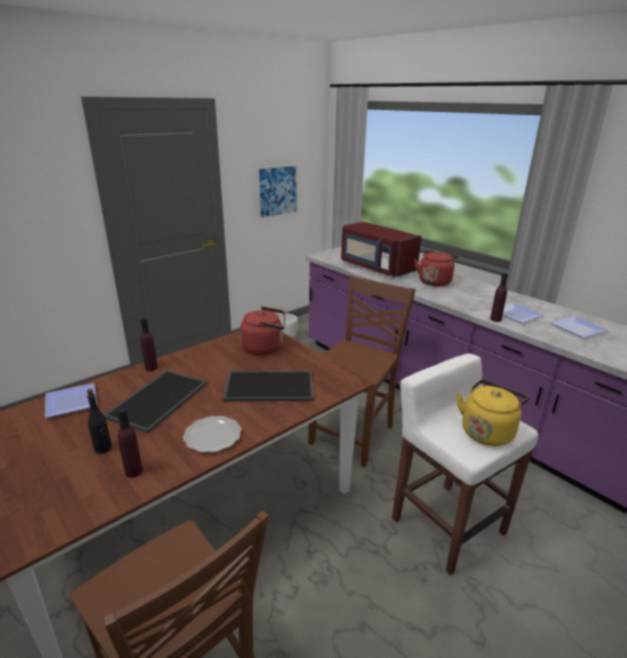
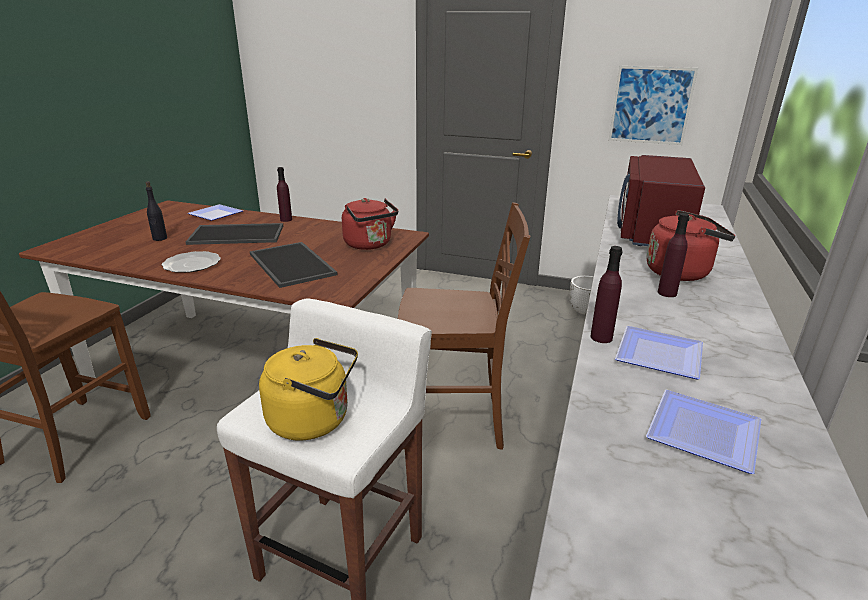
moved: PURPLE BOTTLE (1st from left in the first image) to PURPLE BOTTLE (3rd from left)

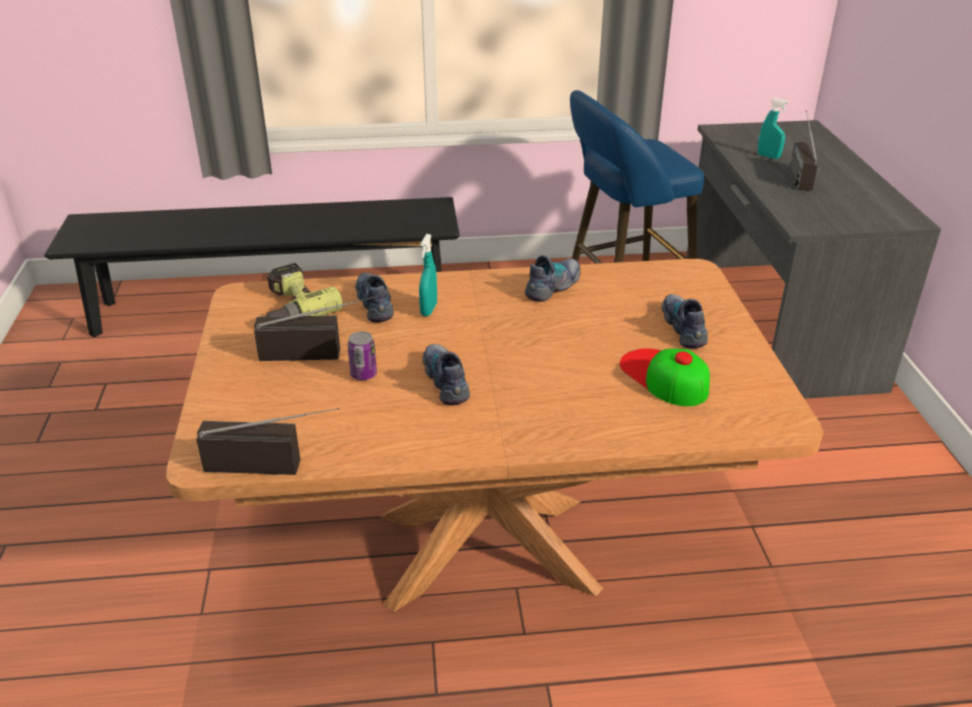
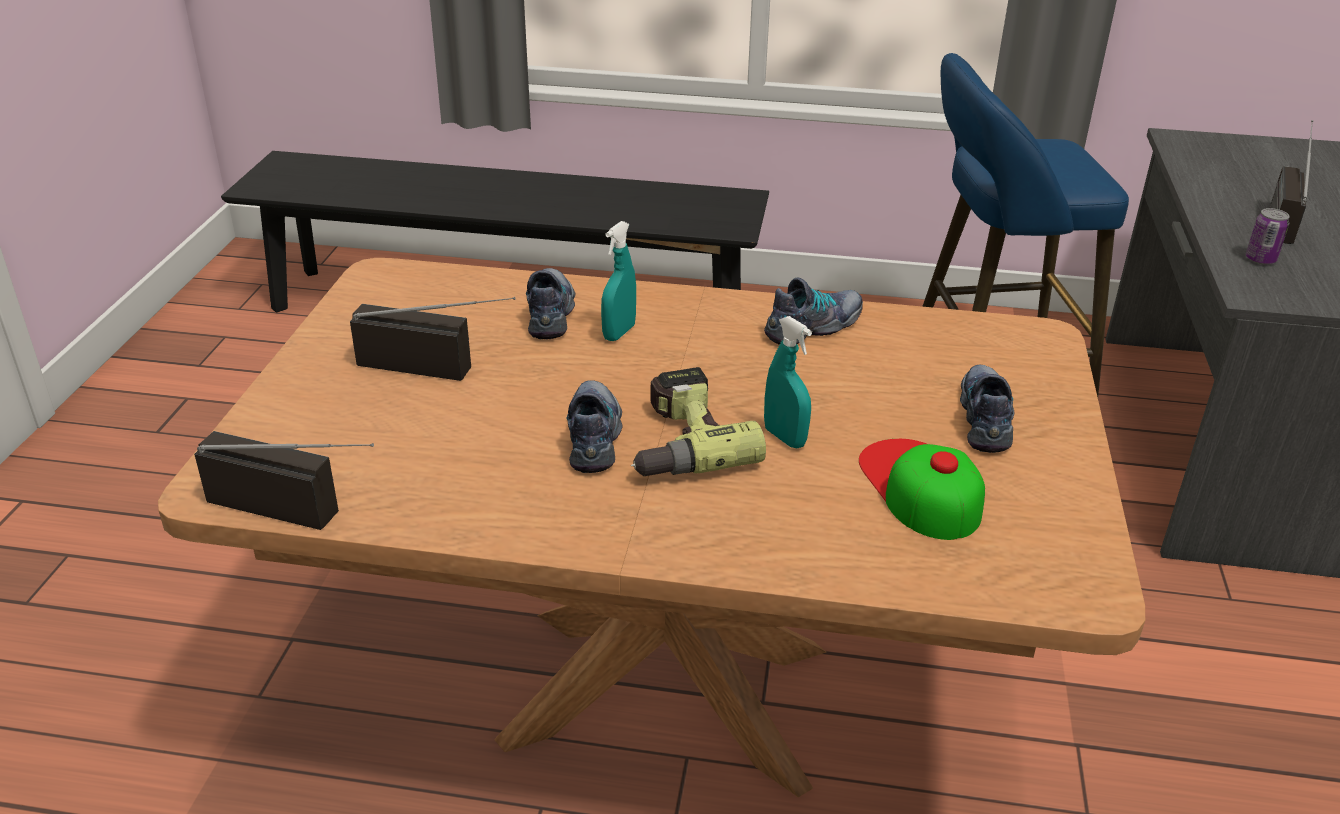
moved: TURQUOISE SPRAY BOTTLE (2nd from left); POWER DRILL; CAN

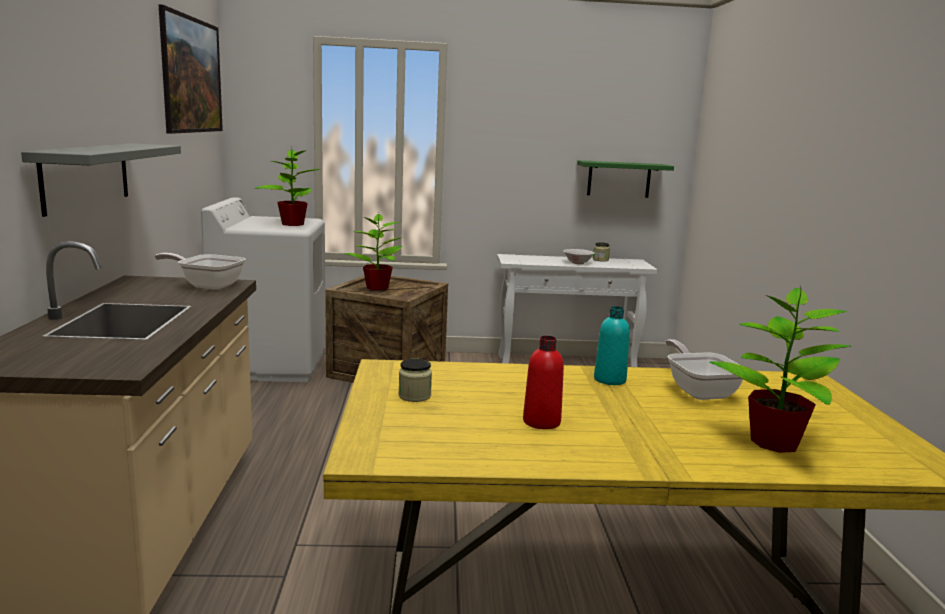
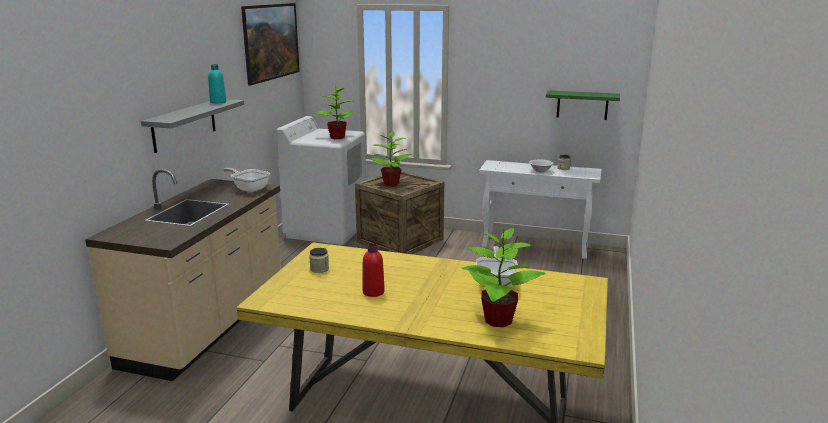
moved: TURQUOISE BOTTLE

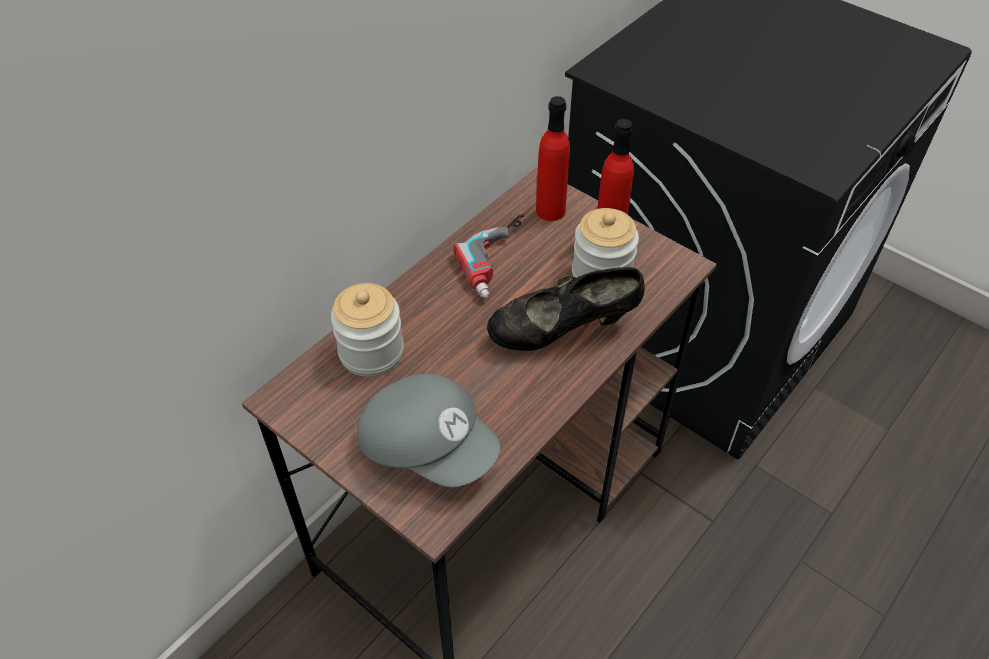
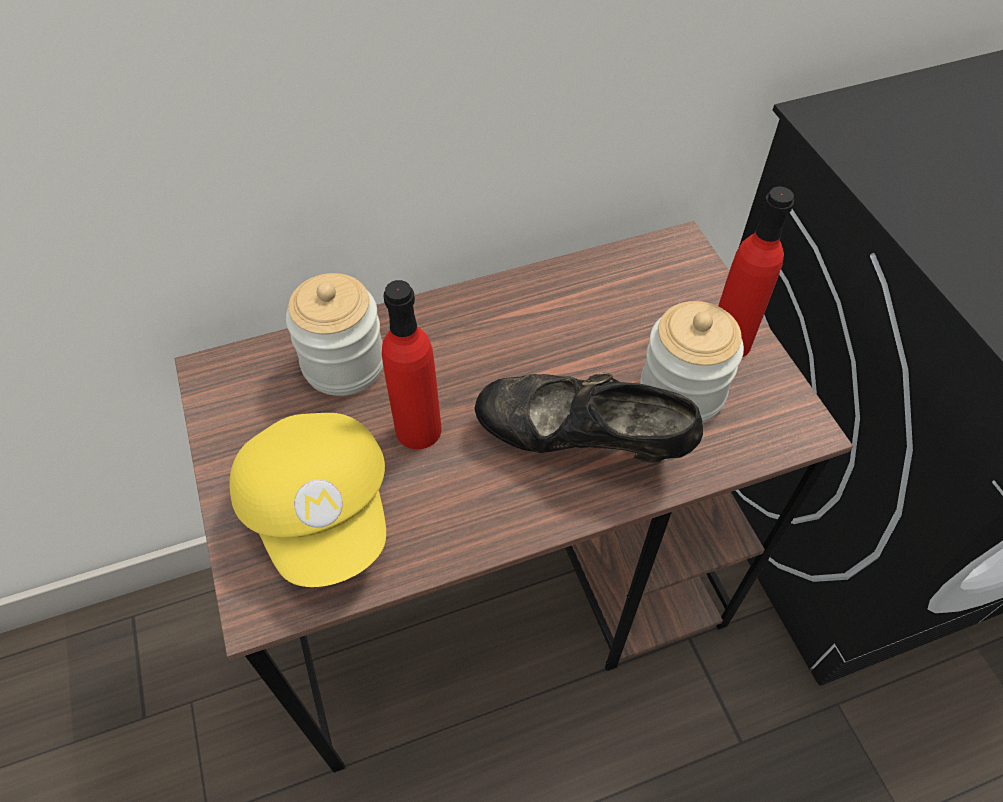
removed: POWER DRILL
moved: RED BOTTLE (1st from left)
recoloured: GREY CAP to YELLOW CAP

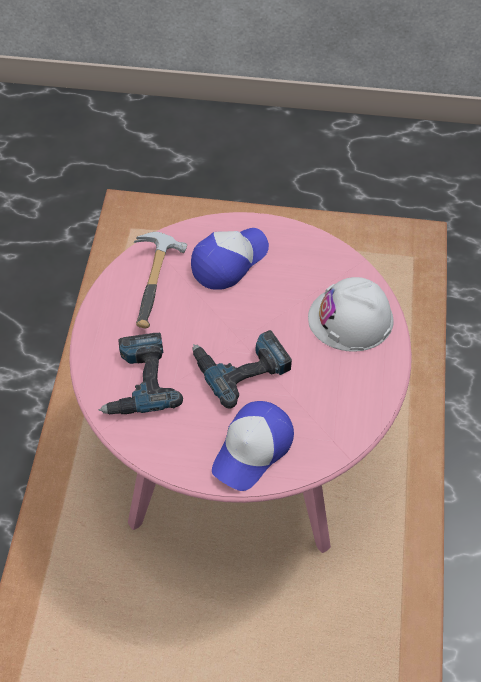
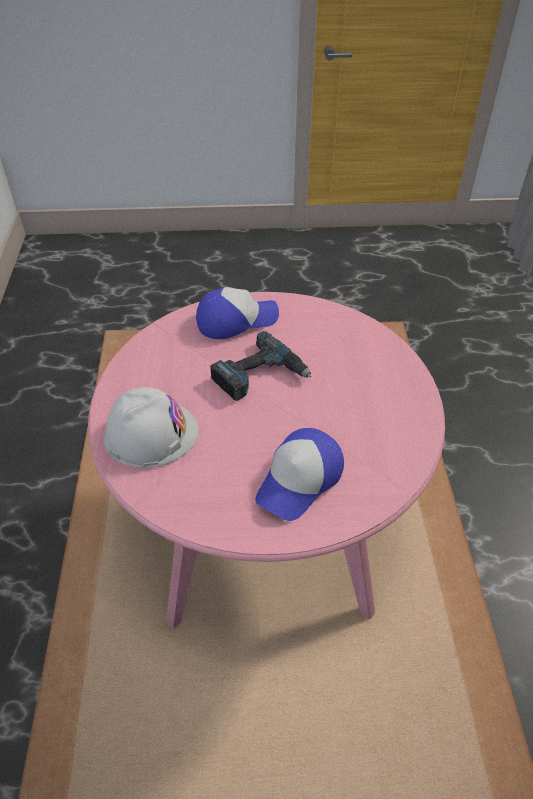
removed: HAMMER; POWER DRILL (1st from left)
turned: CAP (2nd from left in the first image) 45 degrees clockwise

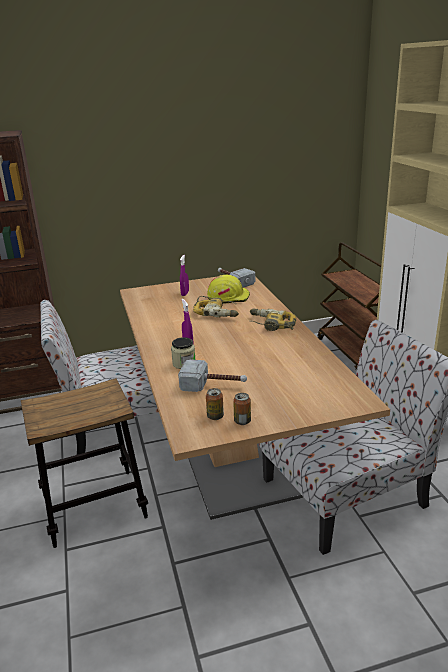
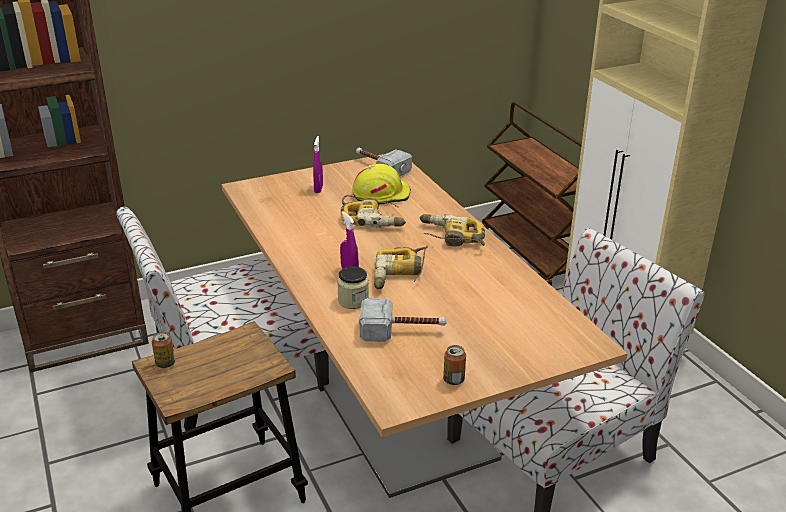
added: POWER DRILL (2nd from left)
moved: CAN (1st from left)

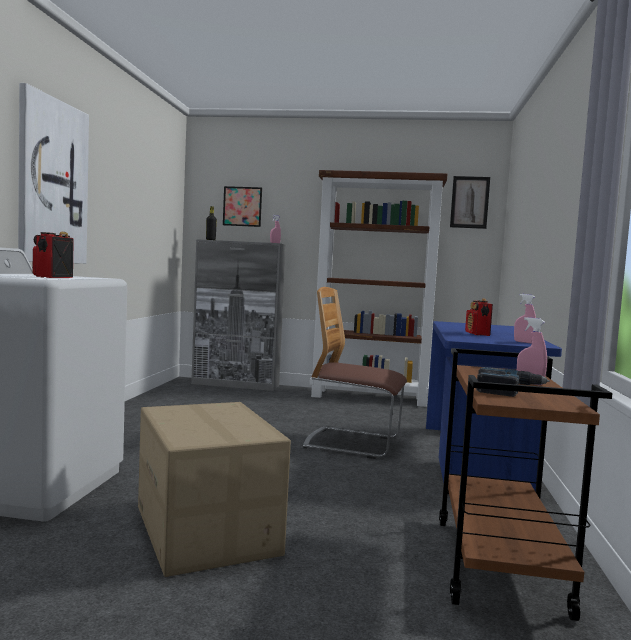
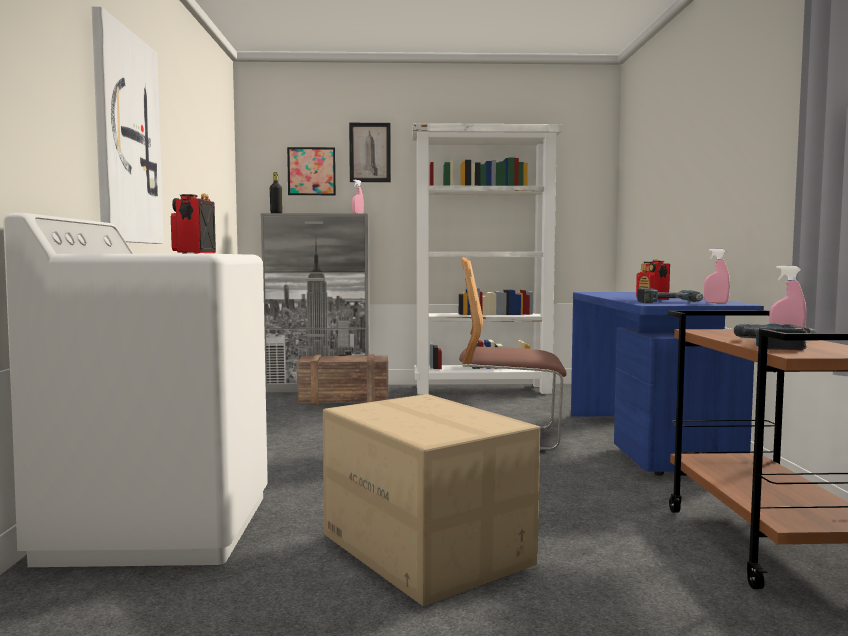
added: POWER DRILL (1st from left); CRATE
moved: PICTURE (3rd from left)
recoloured: BROWN BOOKCASE to WHITE BOOKCASE

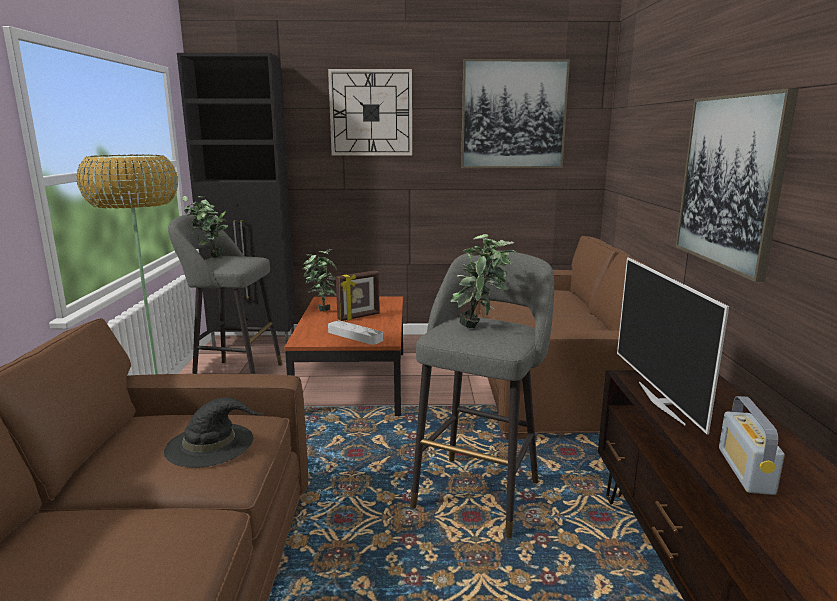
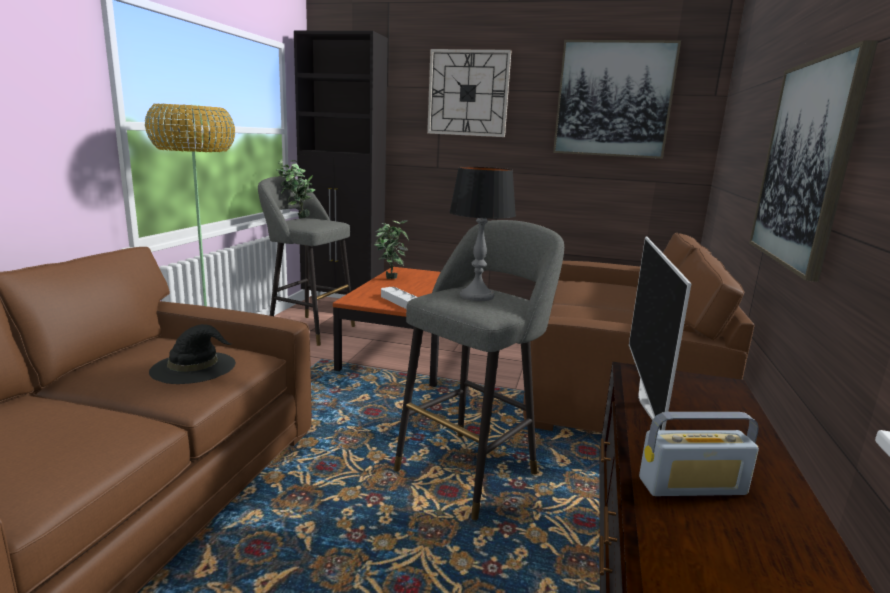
removed: PICTURE FRAME
replaced: POTTED PLANT (3rd from left) to TABLE LAMP
turned: RADIO 120 degrees counterclockwise

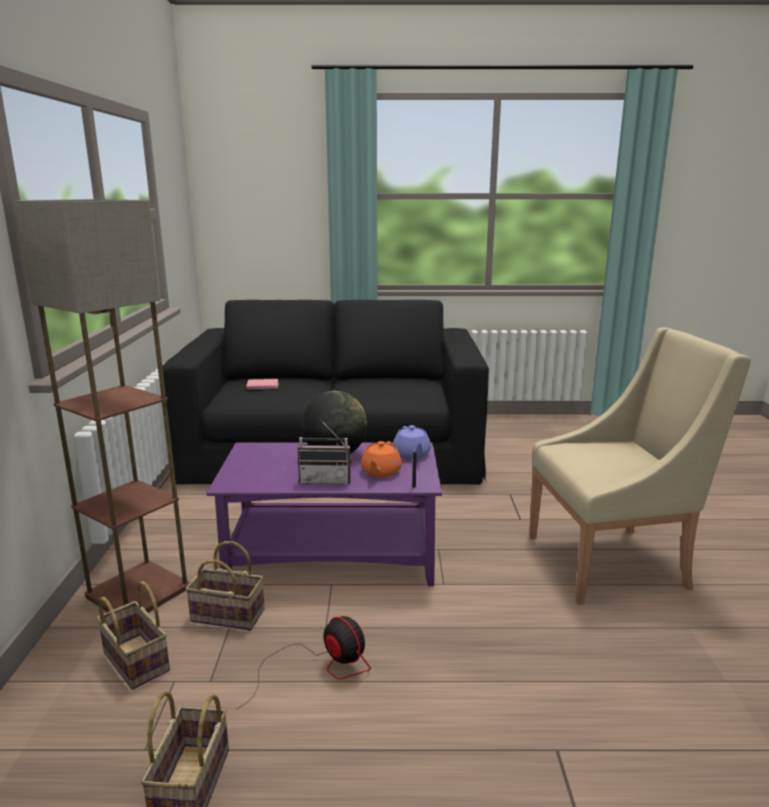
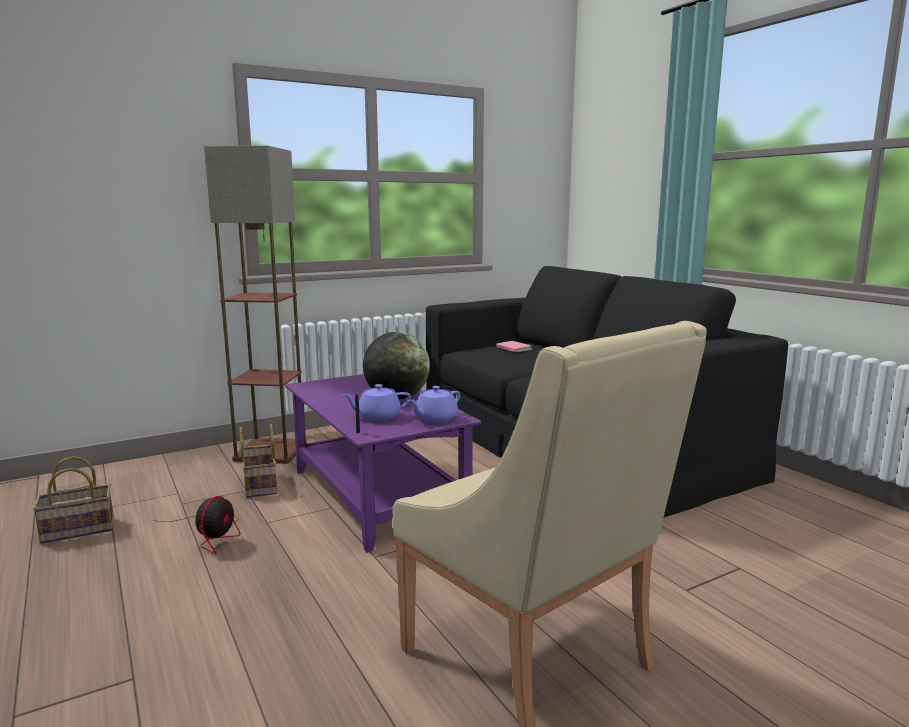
removed: RADIO; BASKET (1st from left)
recoloured: ORANGE TEAPOT to PURPLE TEAPOT (1st from left)

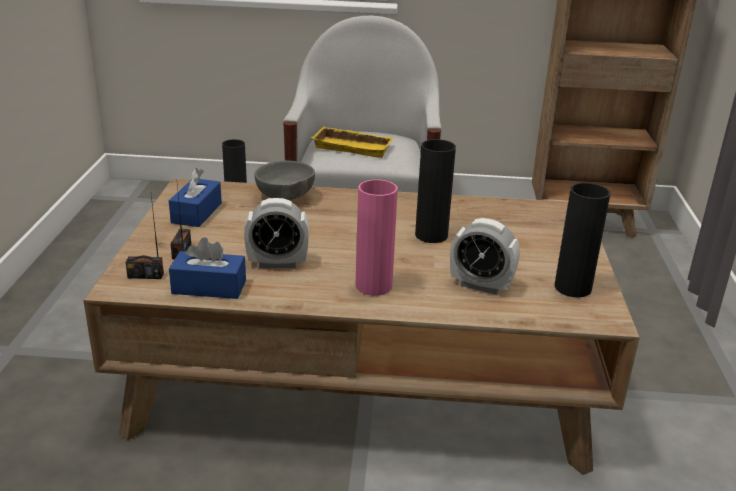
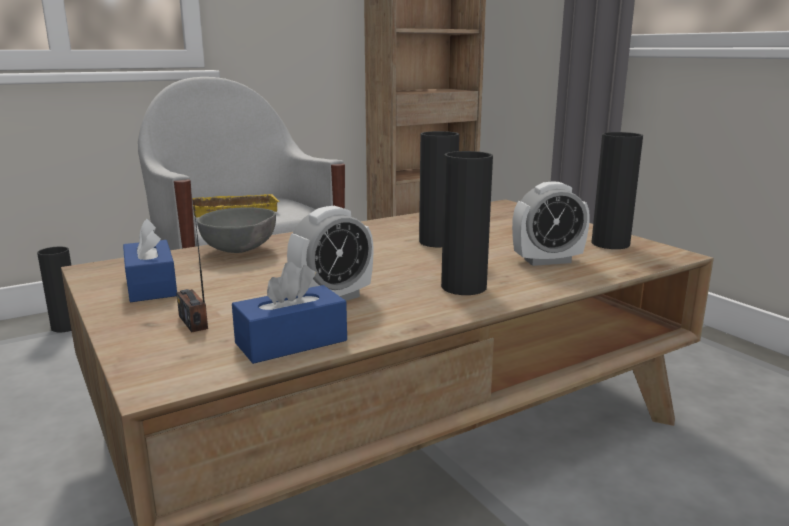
removed: RADIO (1st from left)
recoloured: PINK VASE to BLACK VASE (3rd from left)

